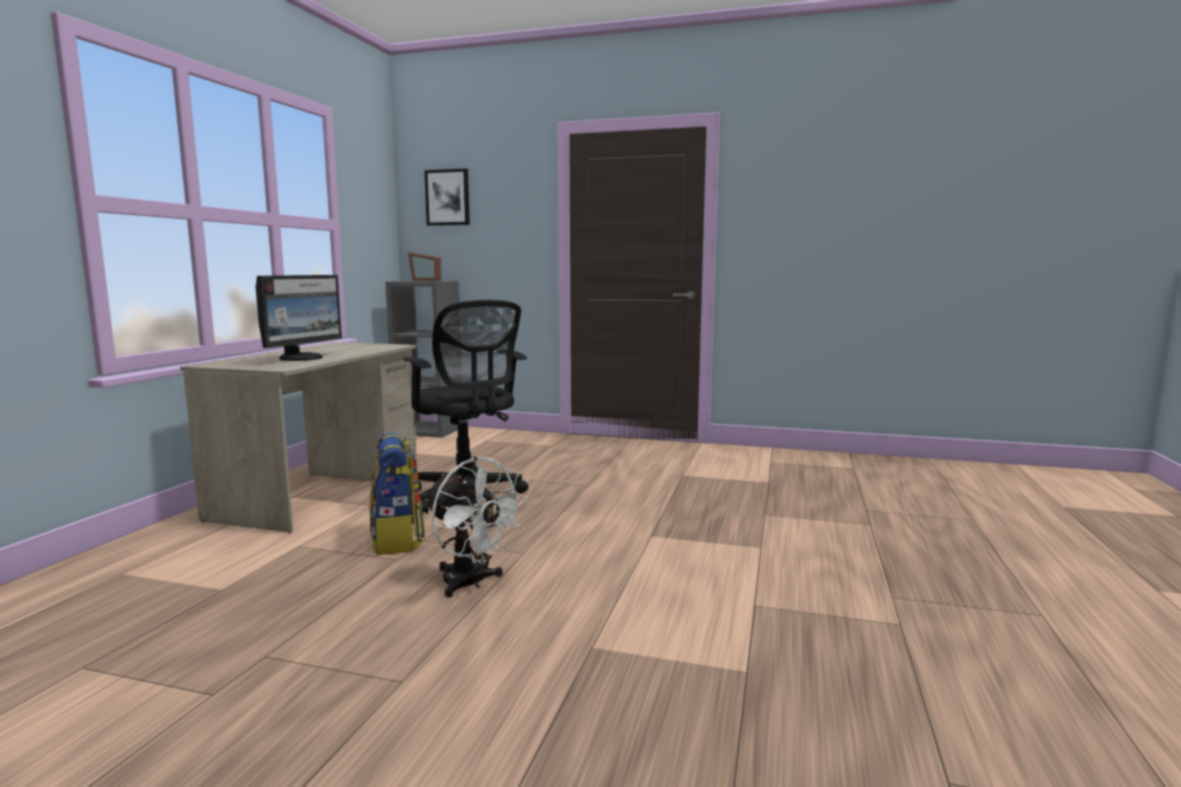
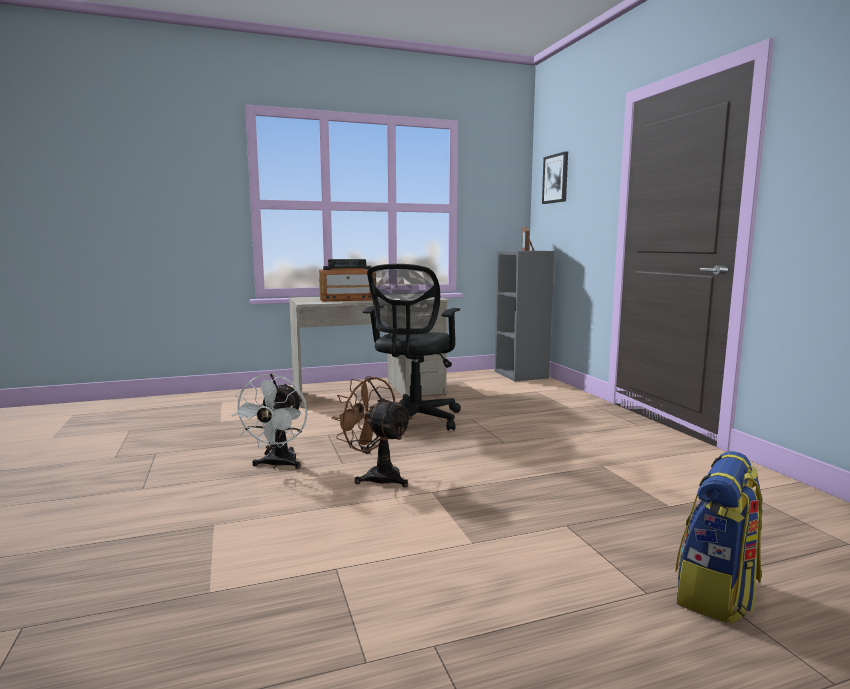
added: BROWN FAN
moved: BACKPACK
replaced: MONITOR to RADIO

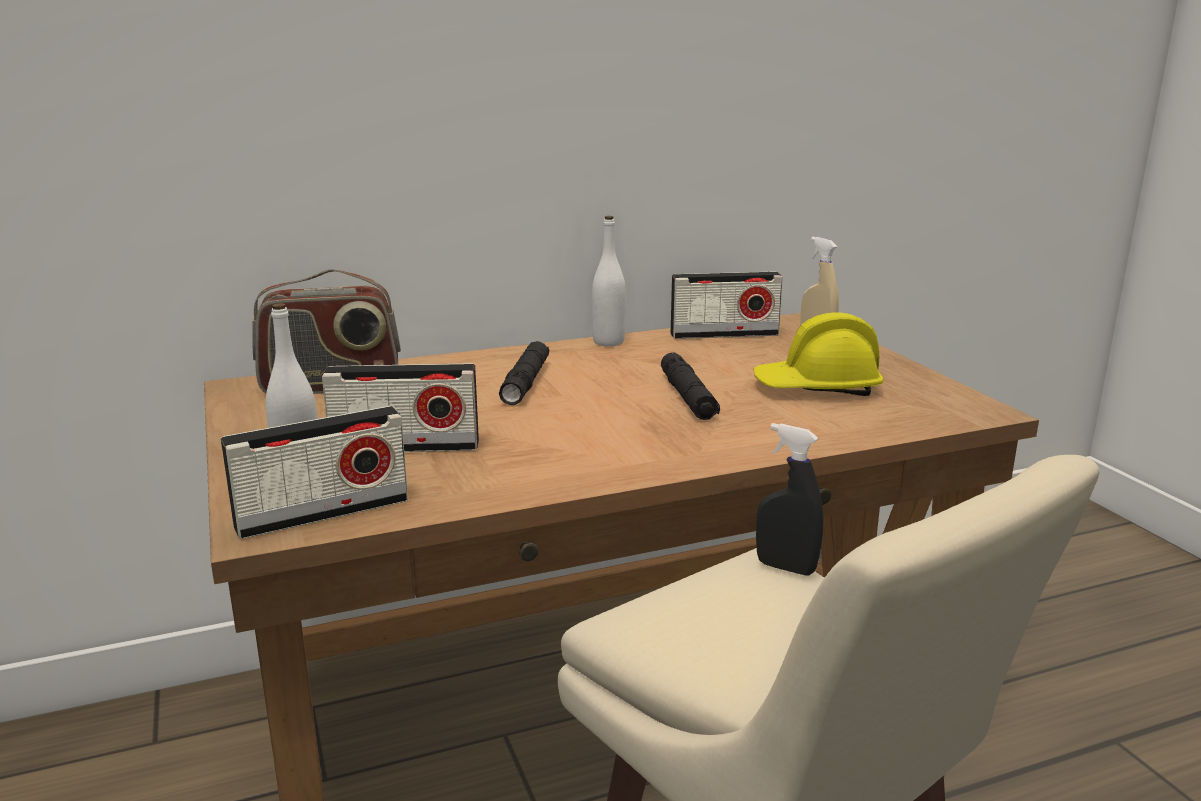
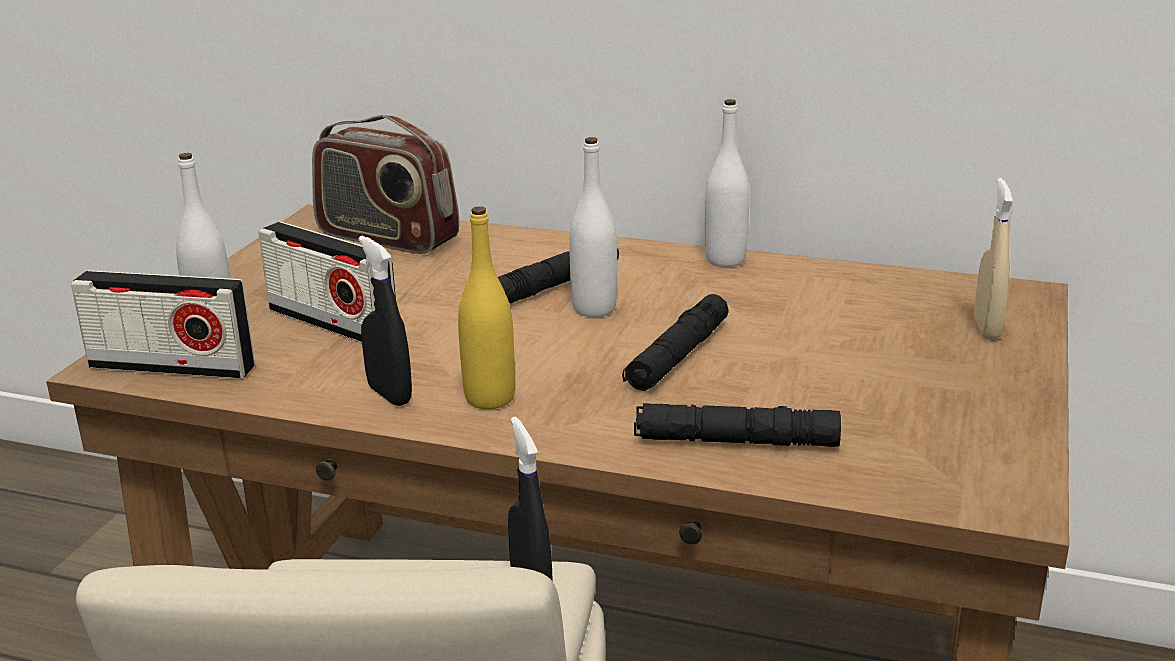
removed: RADIO (4th from left); YELLOW HARD HAT
added: WHITE BOTTLE (2nd from left); YELLOW BOTTLE; BLACK SPRAY BOTTLE (1st from left); BLACK FLASHLIGHT (3rd from left)

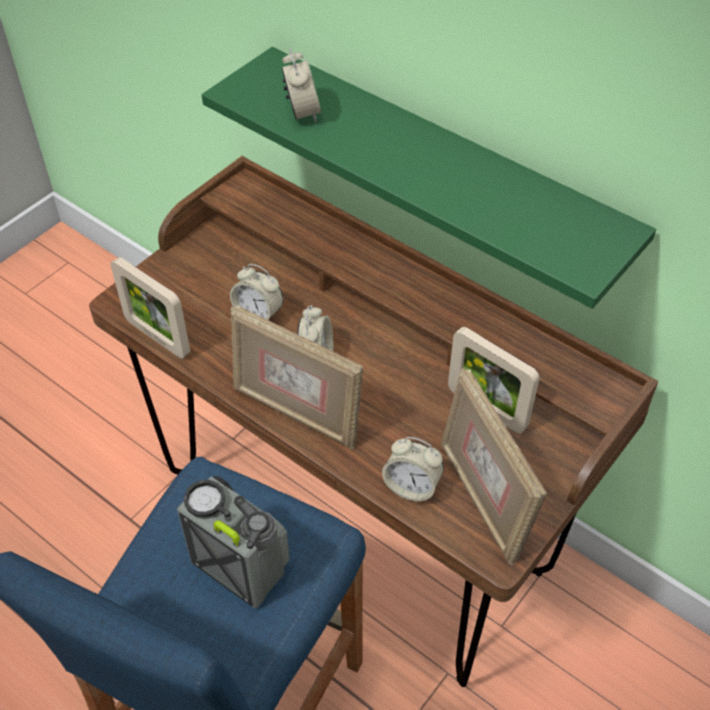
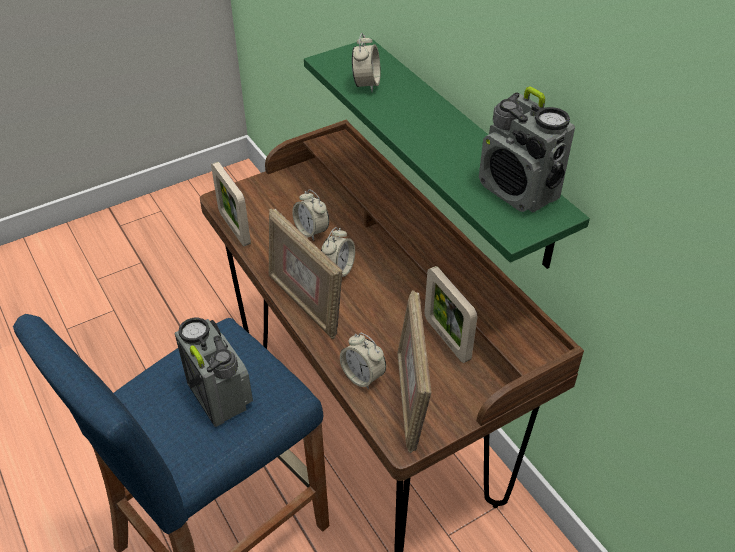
added: RADIO (2nd from left)

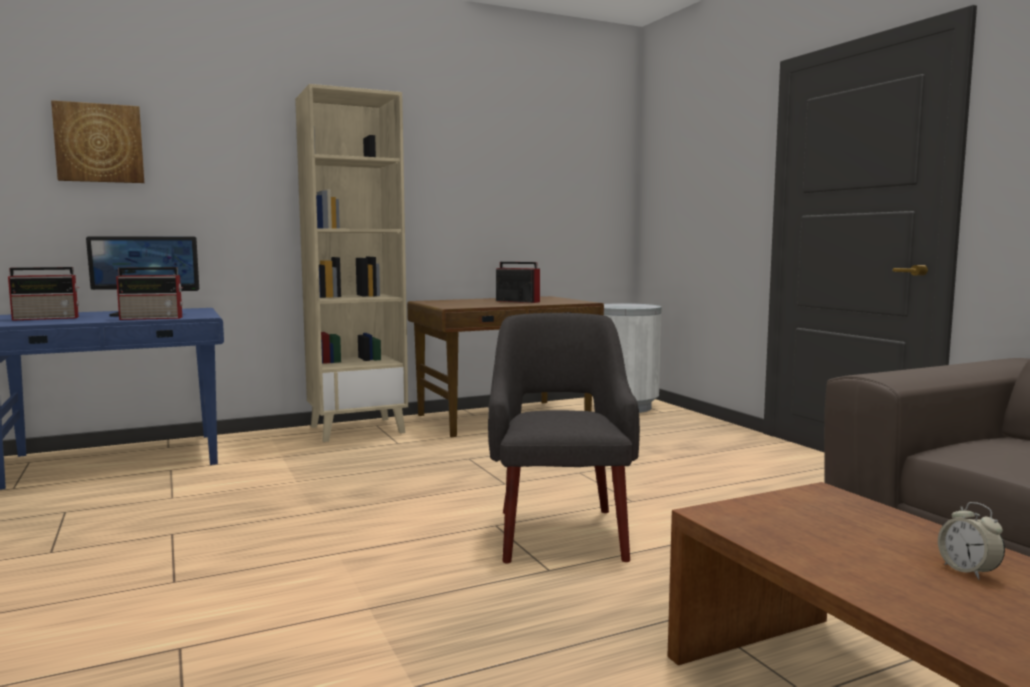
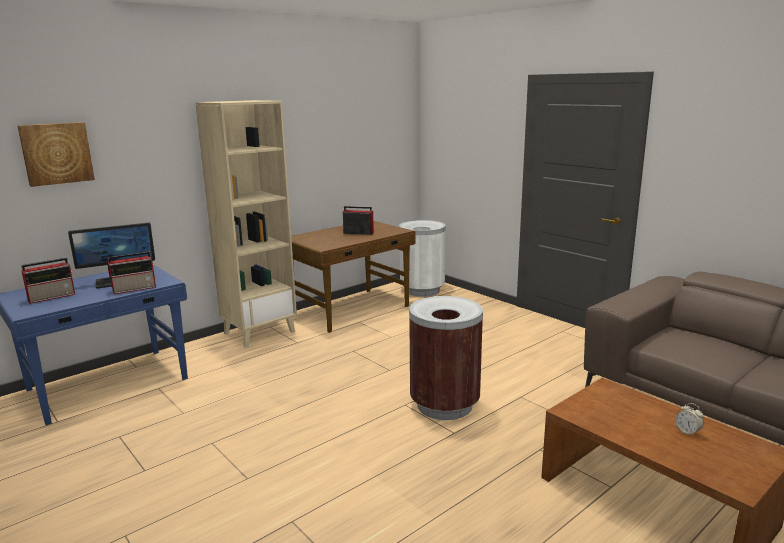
replaced: GREY ARMCHAIR to BROWN TRASH CAN

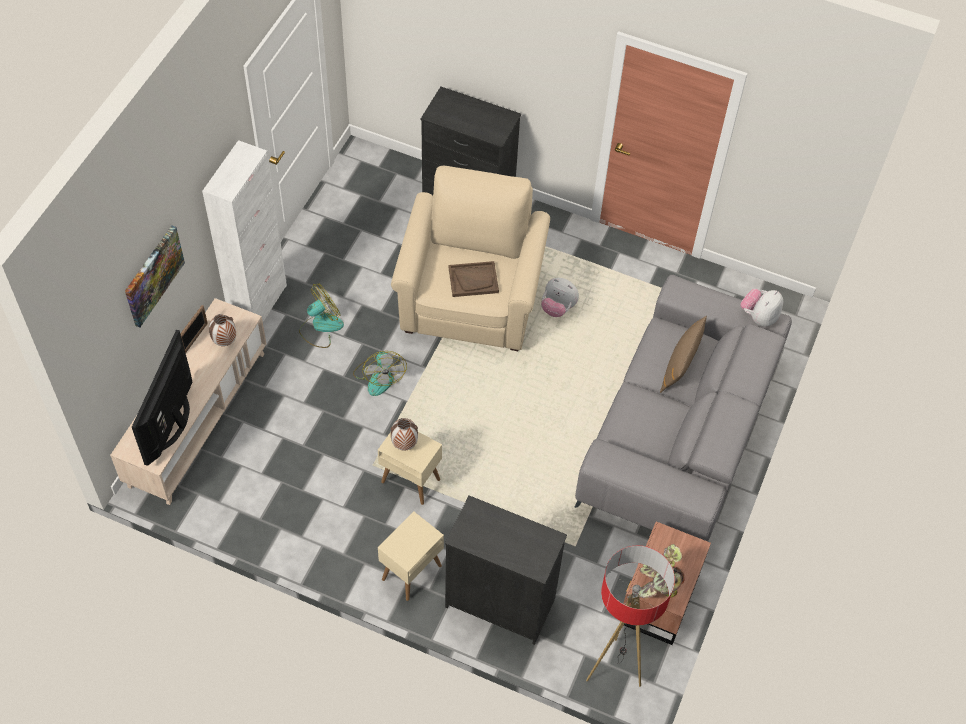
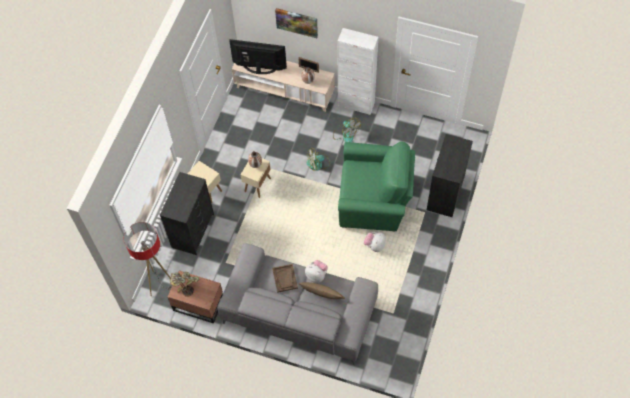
moved: BROWN TRAY; PLUSH TOY (2nd from left in the first image) to PLUSH TOY (1st from left)
recoloured: BEIGE ARMCHAIR to GREEN ARMCHAIR

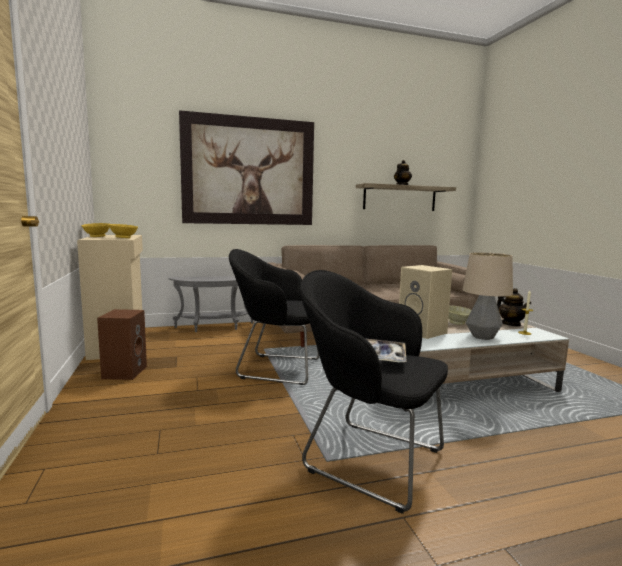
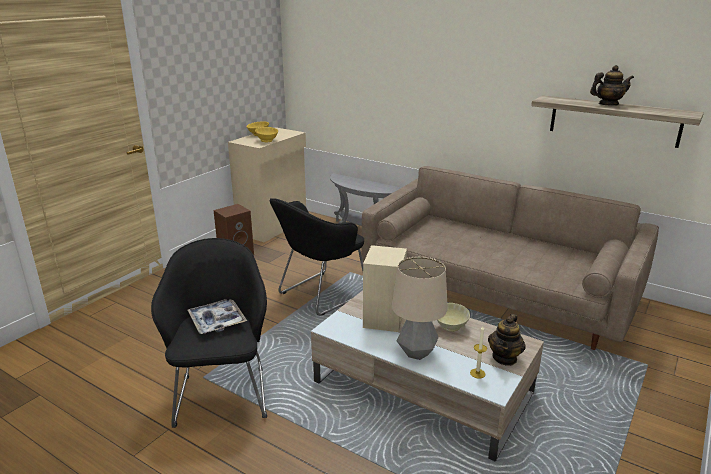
removed: PICTURE
turned: BLACK ARMCHAIR (1st from left in the first image) 105 degrees counterclockwise

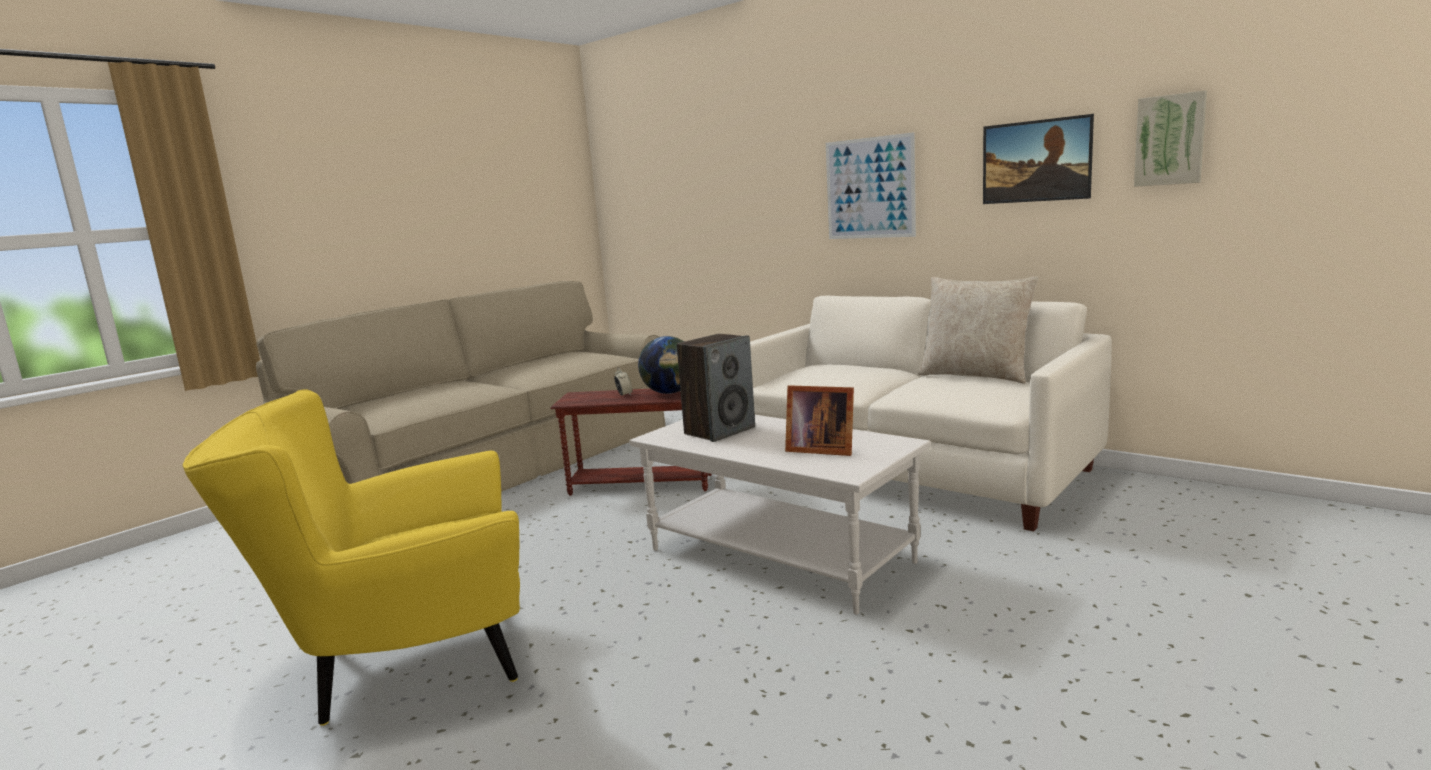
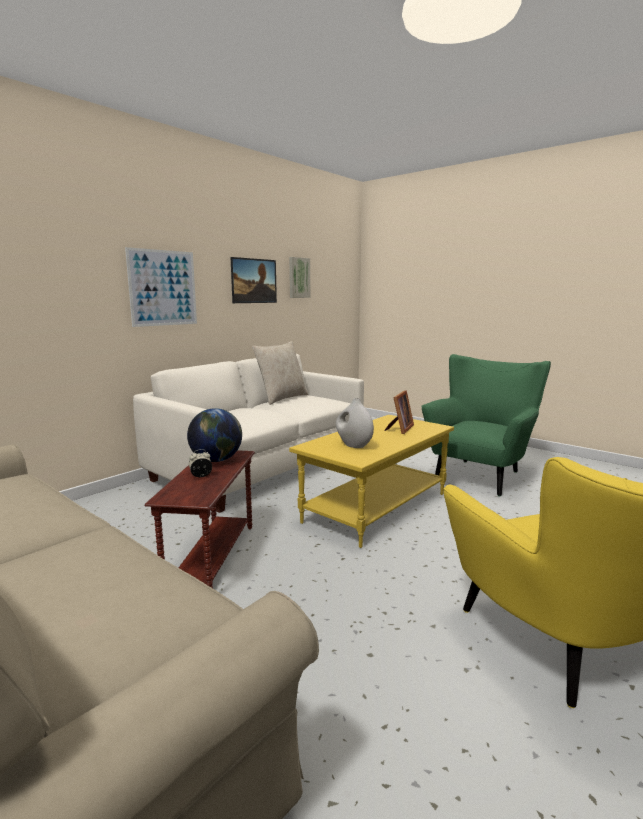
added: GREEN ARMCHAIR
replaced: SPEAKER to WHITE VASE
recoloured: WHITE COFFEE TABLE to YELLOW COFFEE TABLE

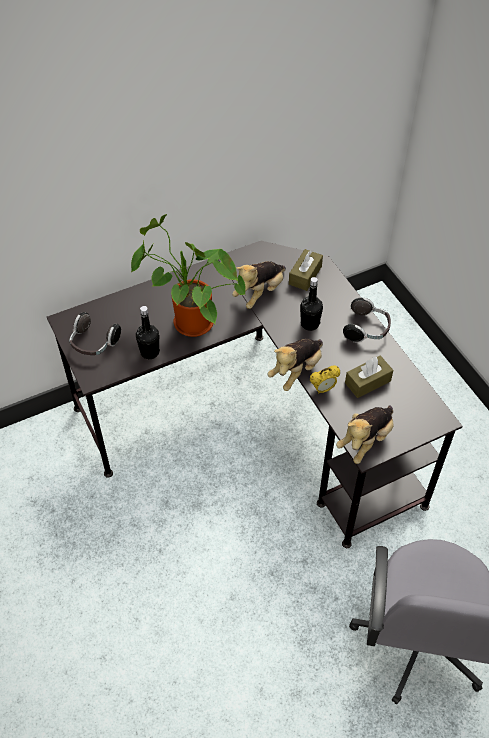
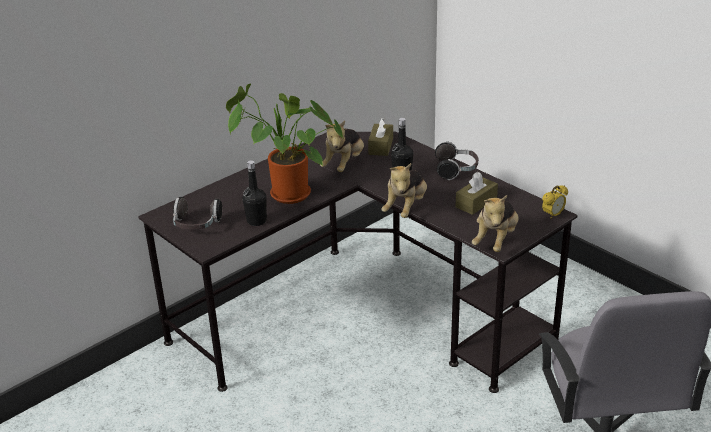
moved: ALARM CLOCK

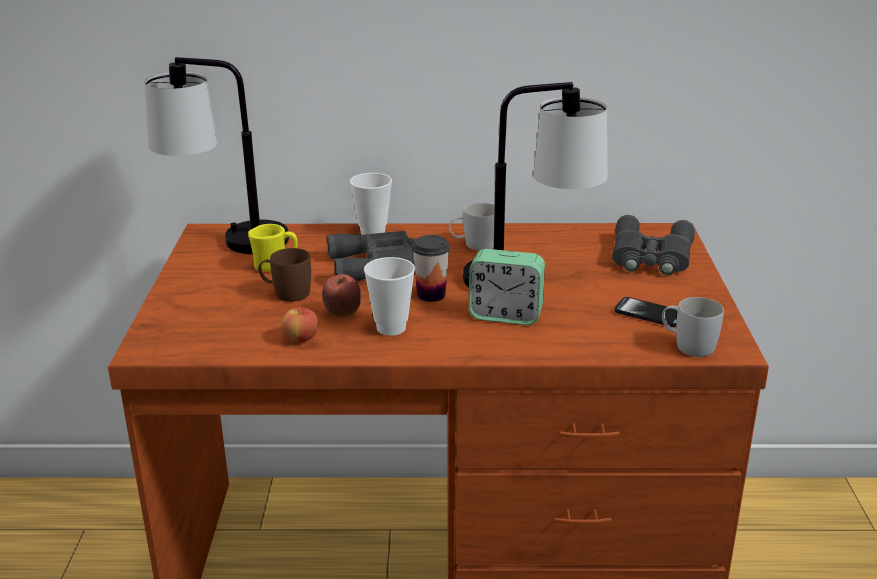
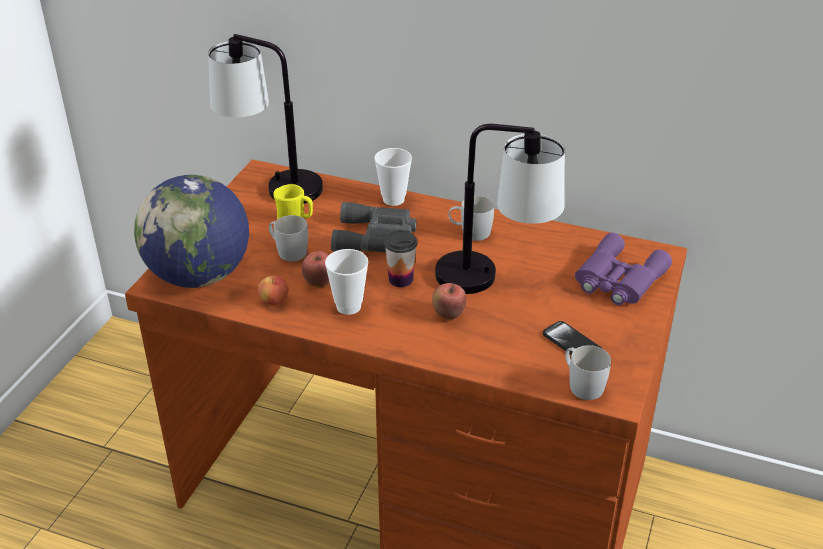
added: GLOBE
replaced: ALARM CLOCK to APPLE (3rd from left)
recoloured: GREY BINOCULARS (2nd from left) to PURPLE BINOCULARS; BROWN MUG to WHITE MUG (1st from left)

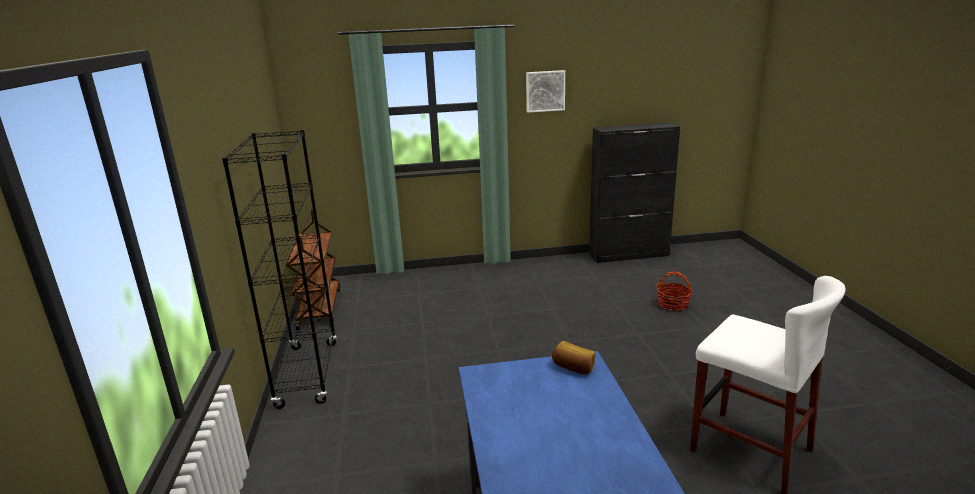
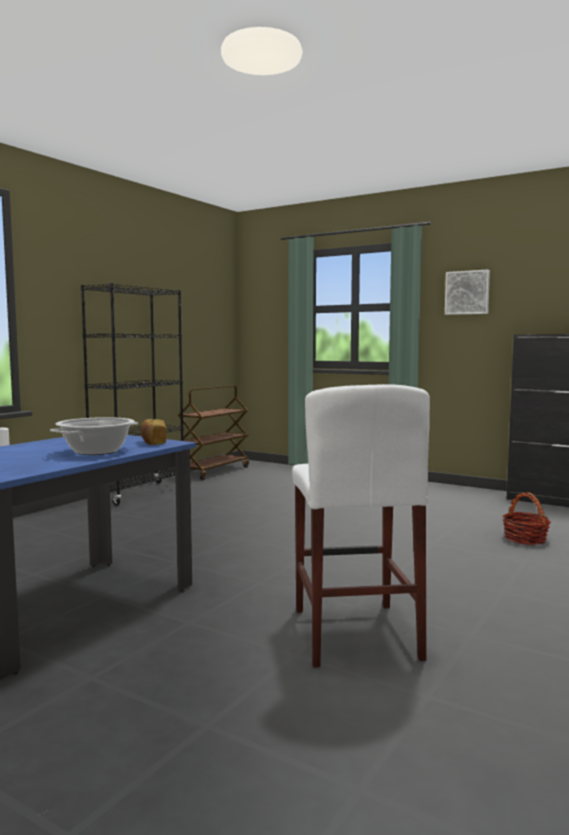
added: COOKING POT

